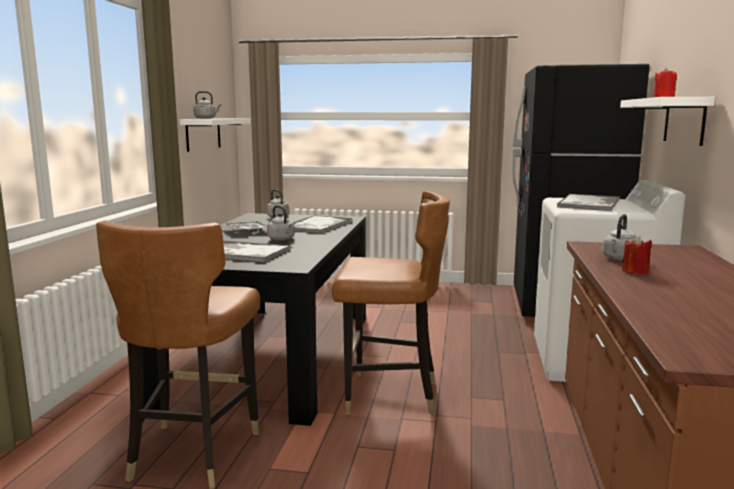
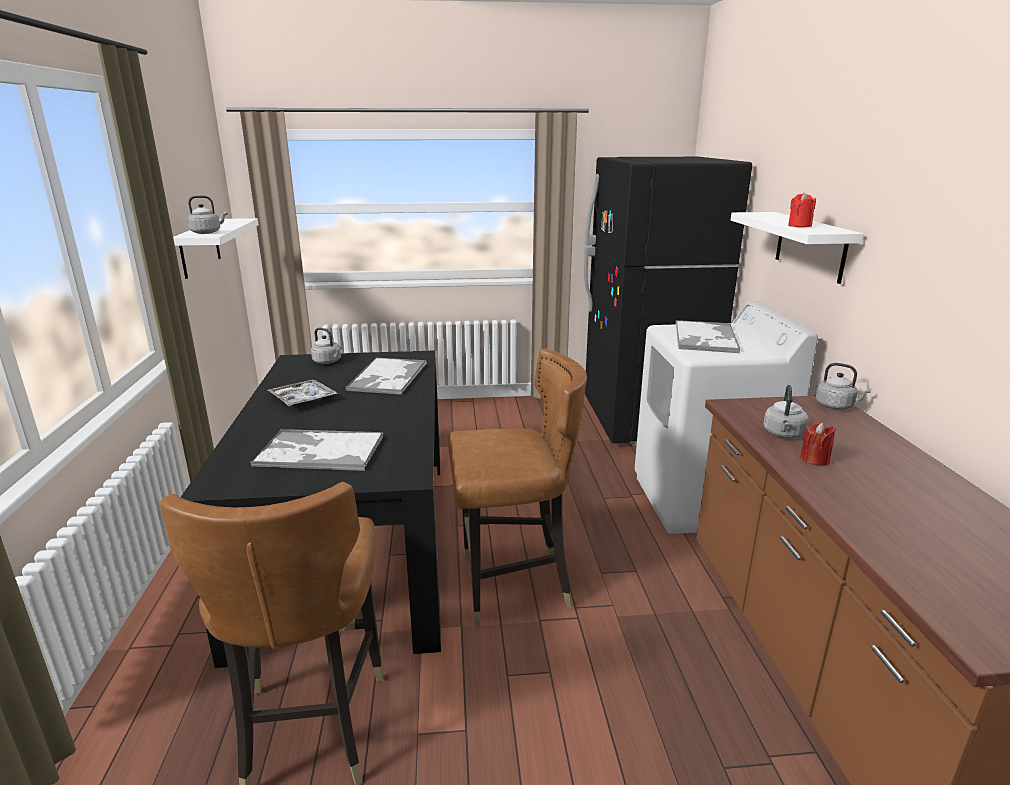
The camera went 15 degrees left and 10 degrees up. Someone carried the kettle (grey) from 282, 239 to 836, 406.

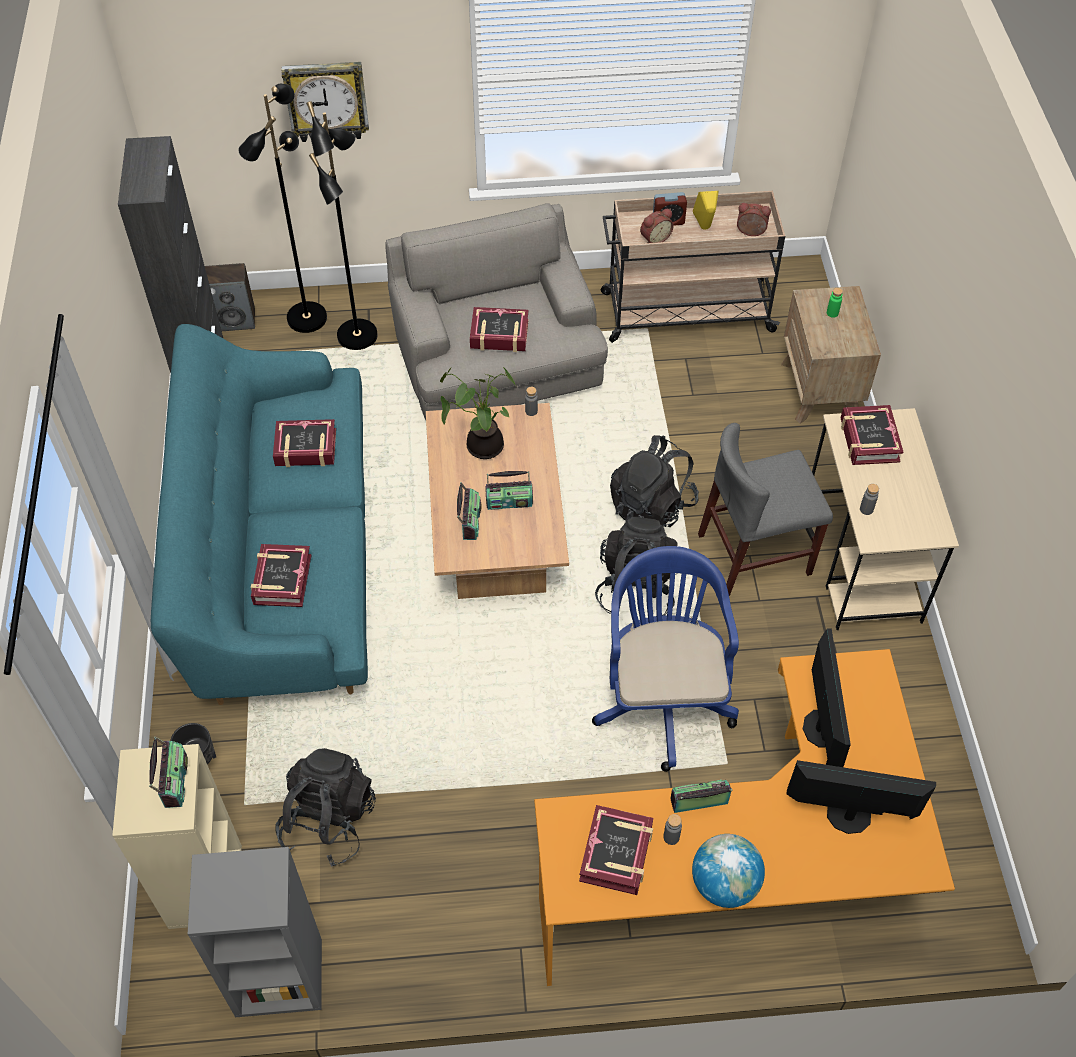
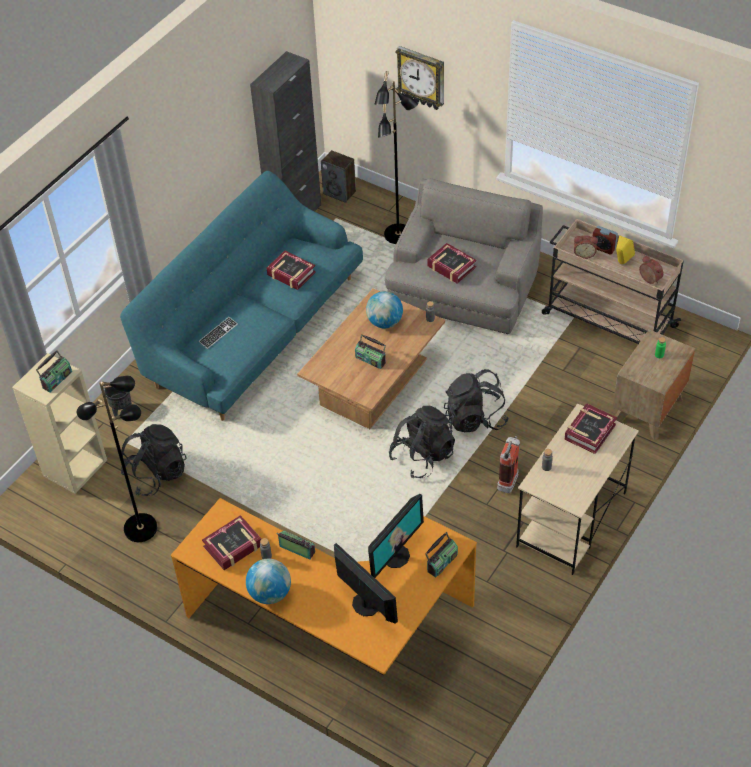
The camera went 40 degrees right and 5 degrees down. Someone carried the floor lamp (black) from 306, 317 to 140, 527. Someone swapped the potted plant at 481, 445 for the globe at 385, 322. Someone swapped the chair (grey) at 754, 554 for the fire extinguisher at 509, 478. Someone carried the radio from 469, 521 to 441, 562. Someone swapped the book at 281, 580 for the keyboard at 218, 333. Someone took away the office chair (blue) at 662, 697. Someone took away the bookcase (grey) at 278, 978.

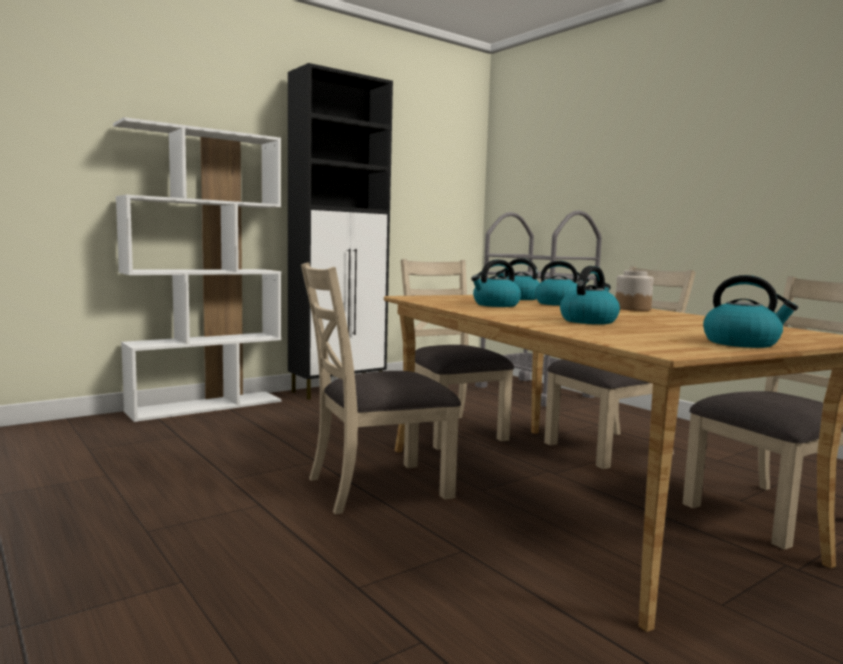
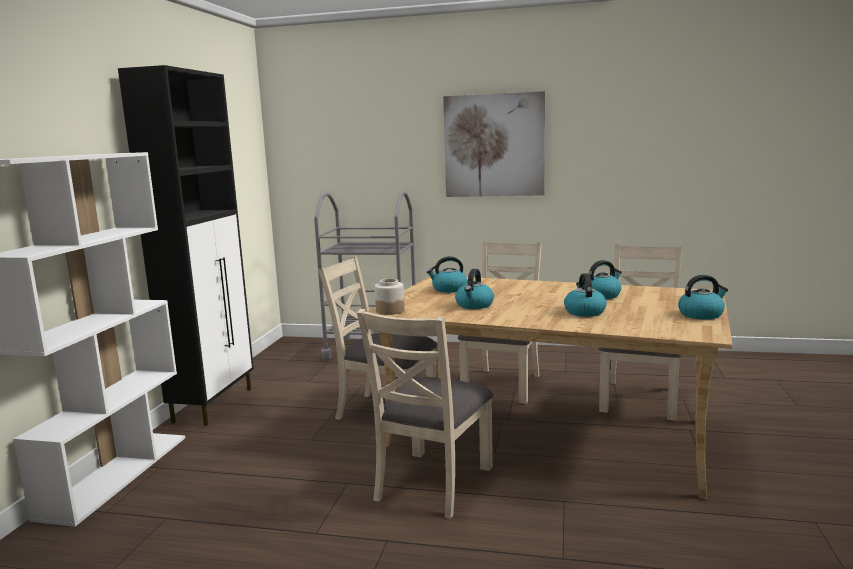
The camera went 40 degrees left and 5 degrees up. Someone carried the kettle from 558, 304 to 601, 295. Someone carried the jar from 632, 309 to 390, 311. Someone put up the picture at 494, 145.

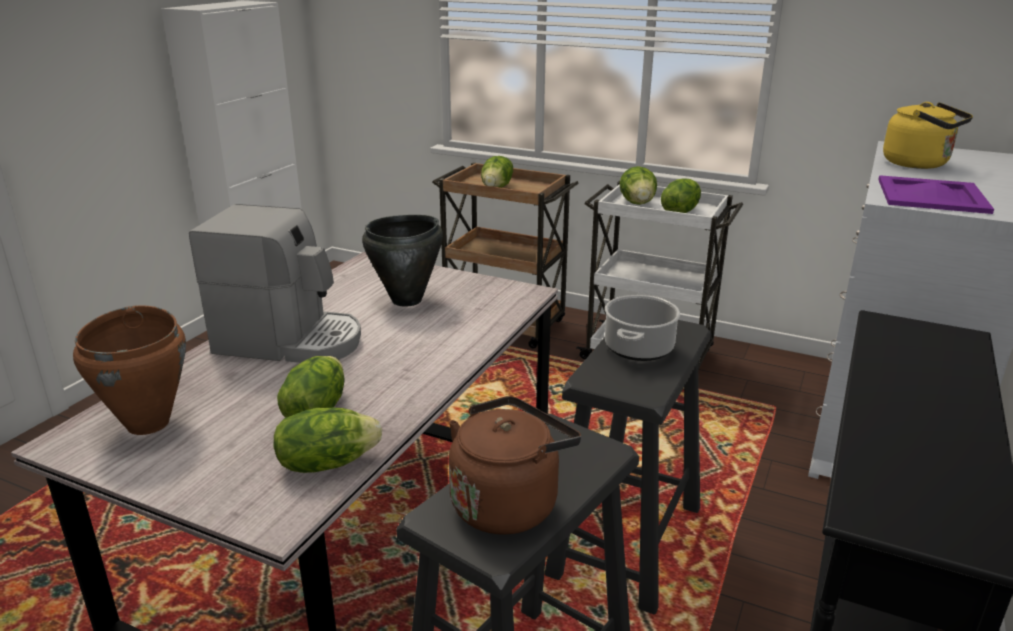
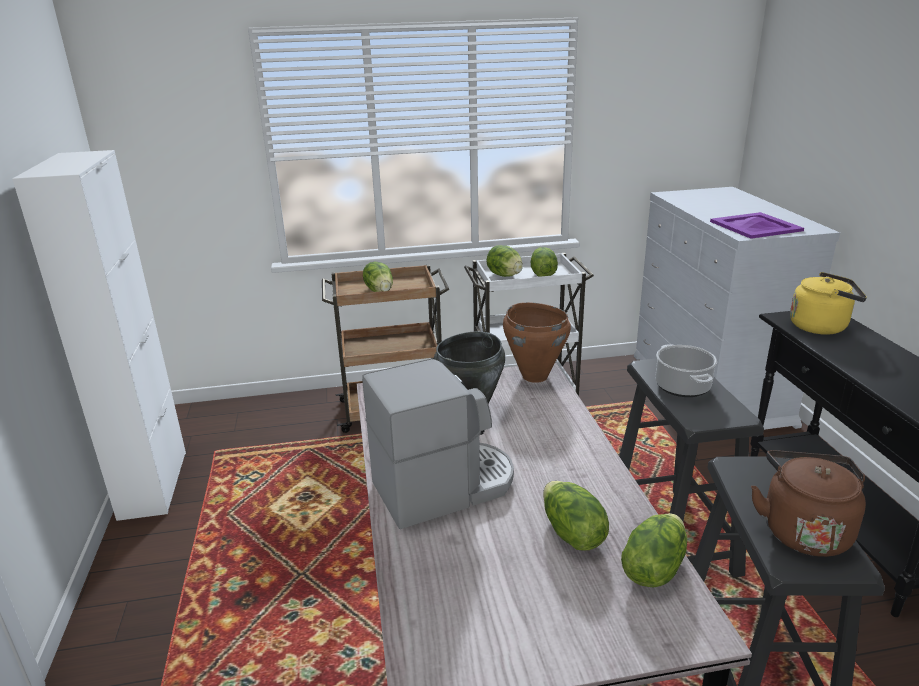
The camera went 35 degrees left and 0 degrees up. Someone carried the kettle (yellow) from 919, 164 to 821, 326. Someone carried the cooking pot (brown) from 149, 423 to 534, 376.

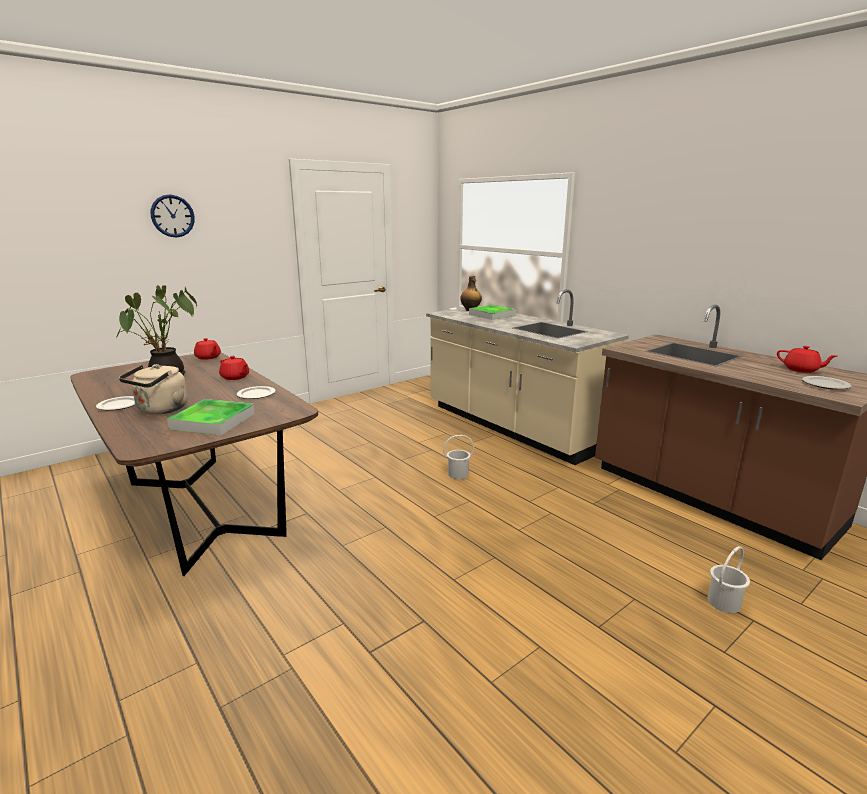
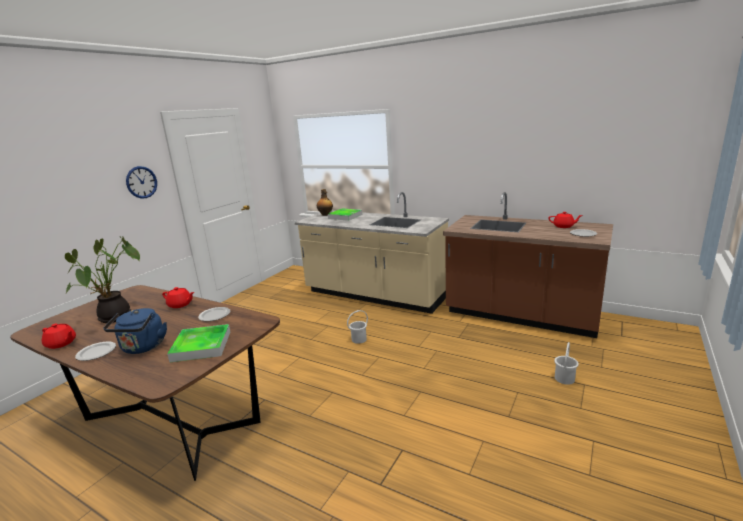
The camera went 20 degrees left and 0 degrees up. Someone carried the wall clock from 172, 216 to 141, 182. Someone carried the teapot (red) from 208, 357 to 61, 344. Someone repainted the kettle (beige) at 160, 410, which became the kettle (blue) at 143, 348.

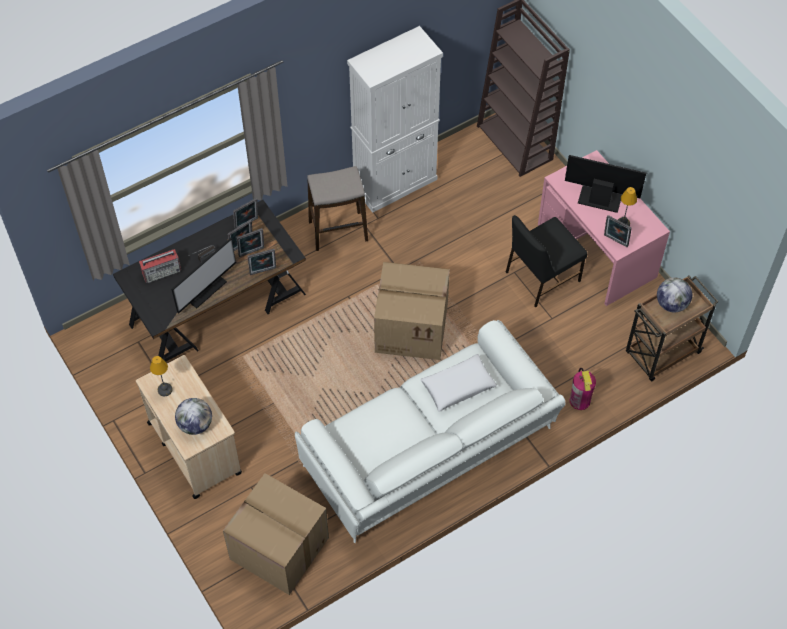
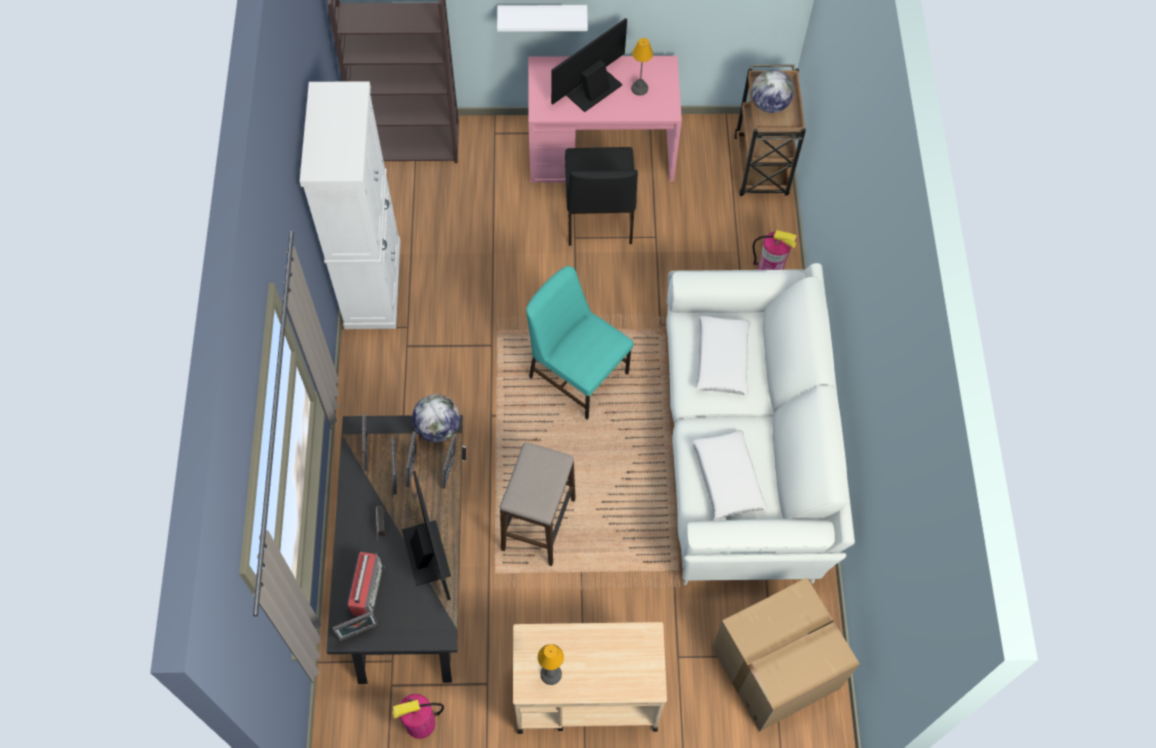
The camera went 60 degrees left and 5 degrees up. Someone carried the stool from 338, 231 to 539, 524. Someone carried the picture frame from 615, 241 to 359, 633. Someone swapped the cardboard box at 412, 327 for the chair (turquoise) at 578, 373. Someone carried the globe from 195, 424 to 437, 428. Someone put up the shelf (white) at 542, 16. Someone put down the pillow (white) at 727, 478. Someone put down the fire extinguisher at 420, 723.

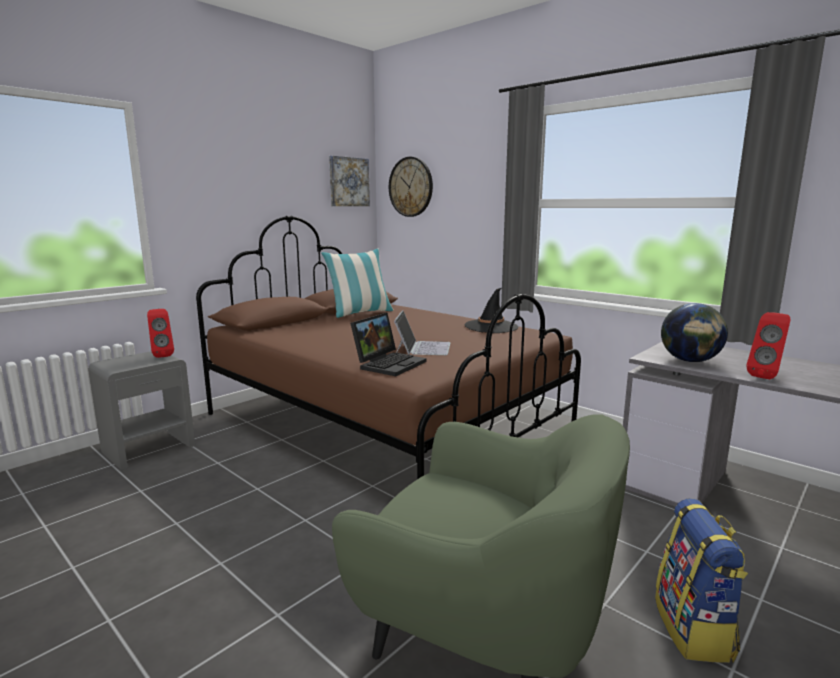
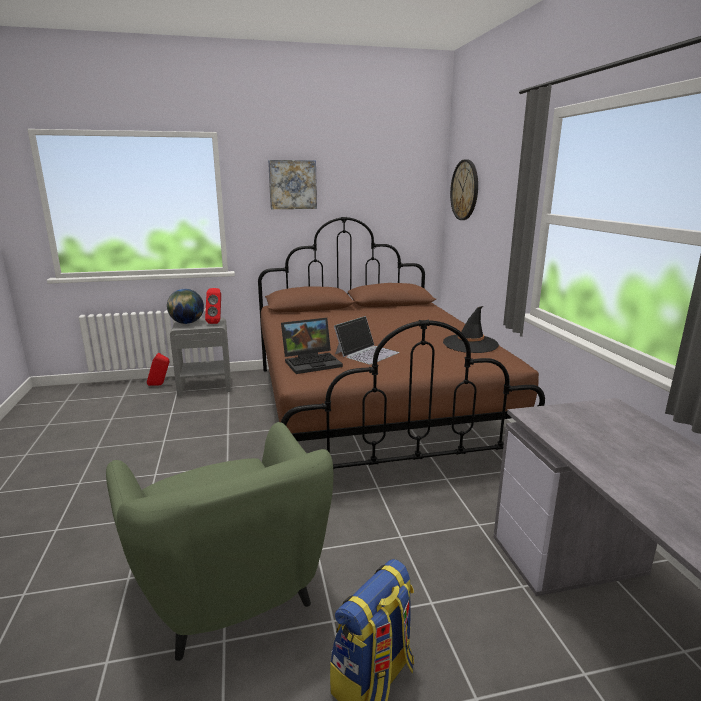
The camera went 35 degrees right and 5 degrees up. Someone carried the picture from 348, 182 to 292, 184. Someone took away the pillow at 360, 313. Someone carried the globe from 690, 361 to 187, 323. Someone carried the speaker (red) from 766, 376 to 160, 385.

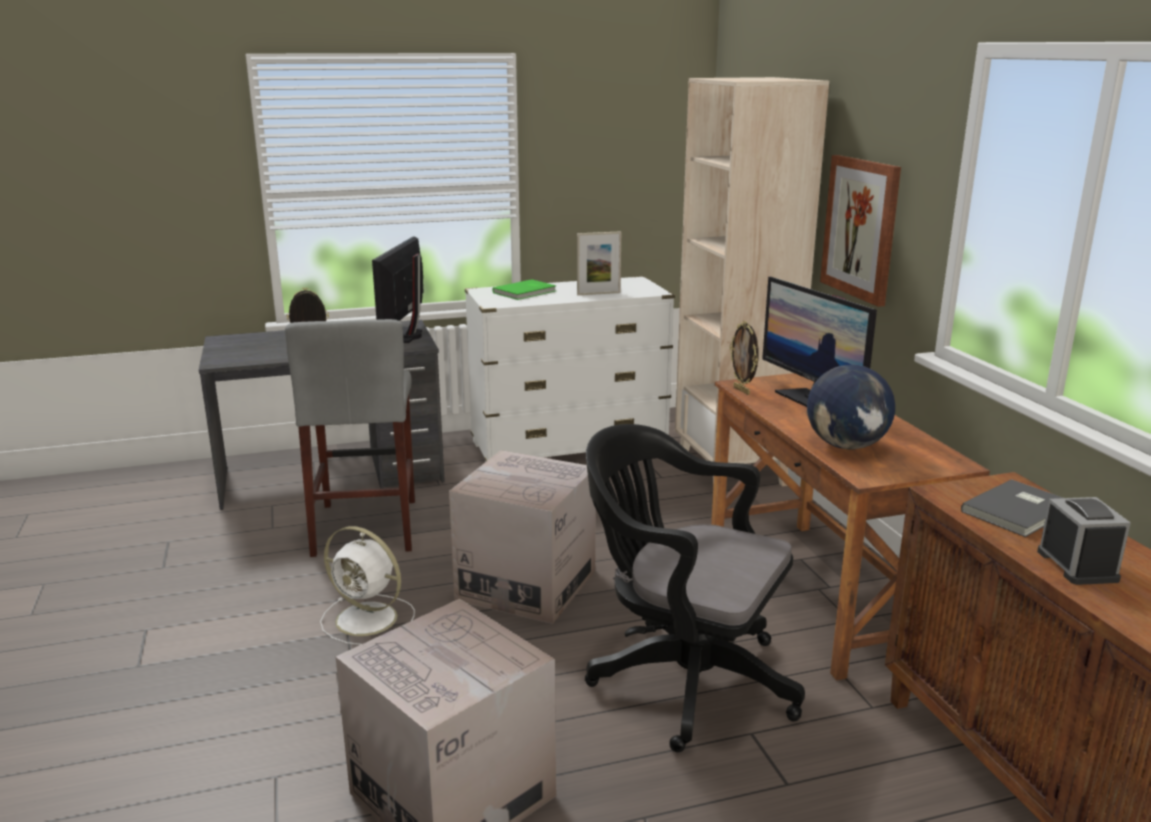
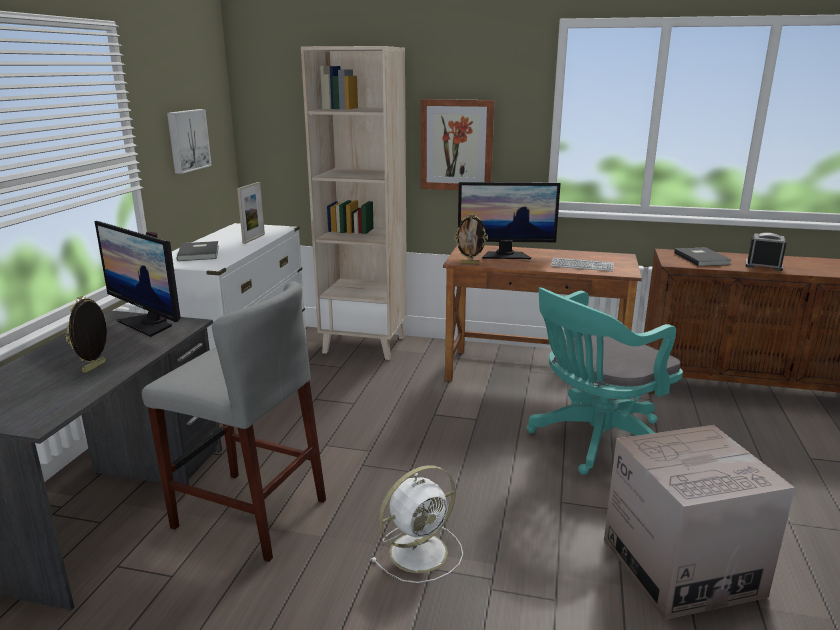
The camera went 60 degrees left and 0 degrees up. Someone repainted the book (green) at 526, 292, which became the book (grey) at 200, 253. Someone swapped the globe at 846, 446 for the keyboard at 582, 266. Someone repainted the office chair (black) at 683, 678, which became the office chair (turquoise) at 594, 441. Someone took away the cardboard box at 526, 584. Someone put up the picture at 187, 140.

